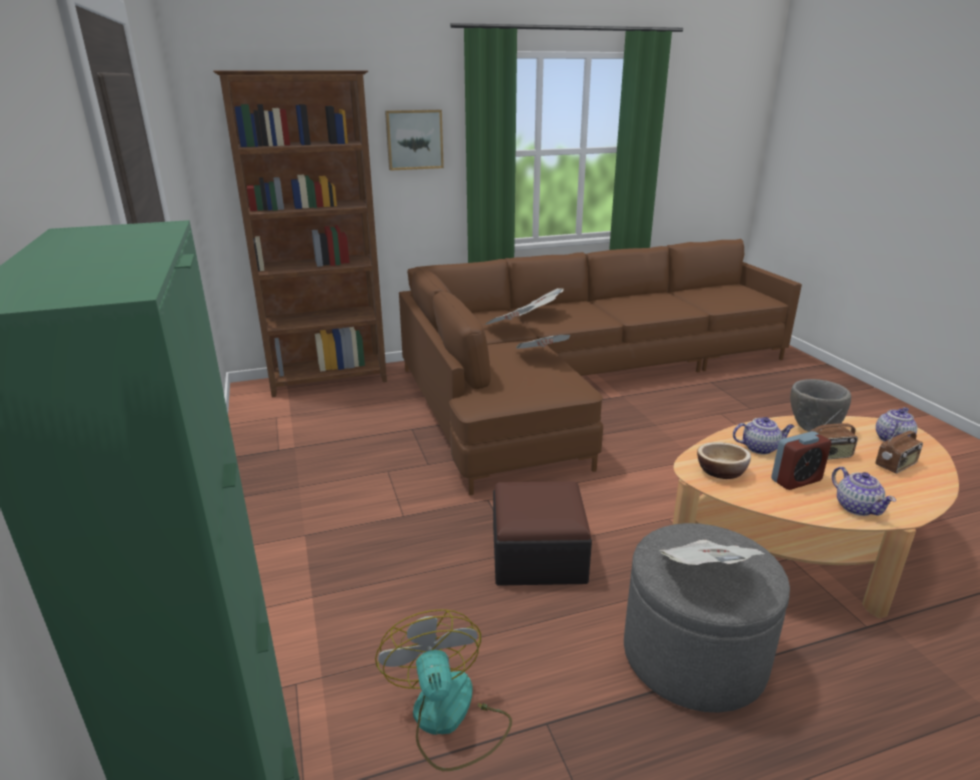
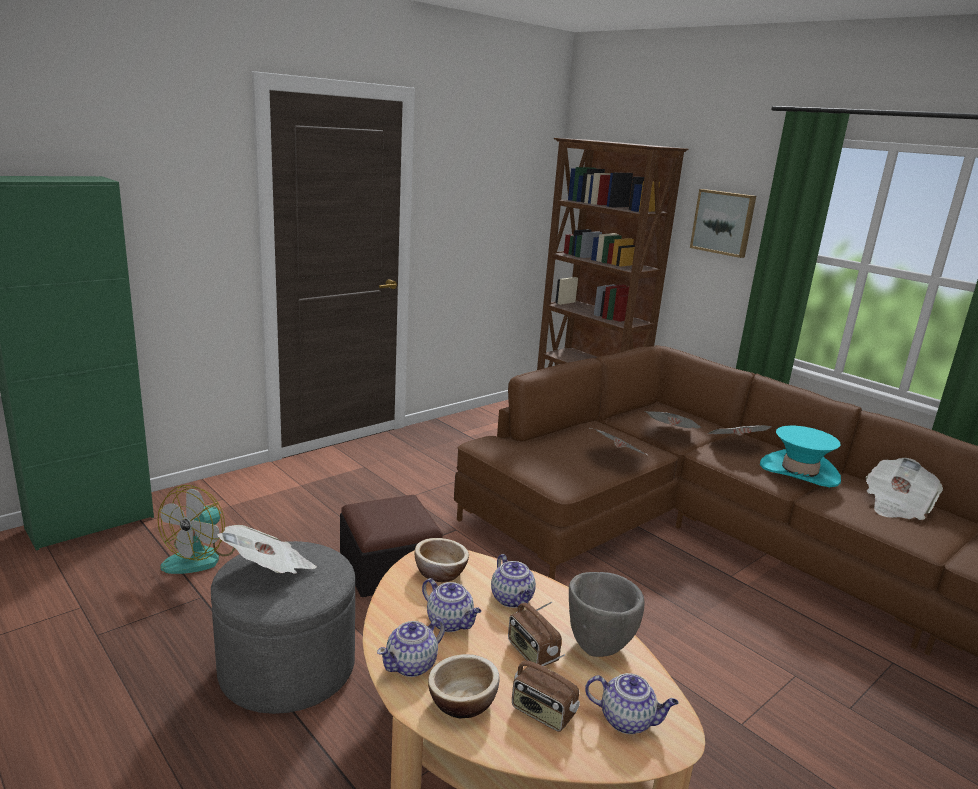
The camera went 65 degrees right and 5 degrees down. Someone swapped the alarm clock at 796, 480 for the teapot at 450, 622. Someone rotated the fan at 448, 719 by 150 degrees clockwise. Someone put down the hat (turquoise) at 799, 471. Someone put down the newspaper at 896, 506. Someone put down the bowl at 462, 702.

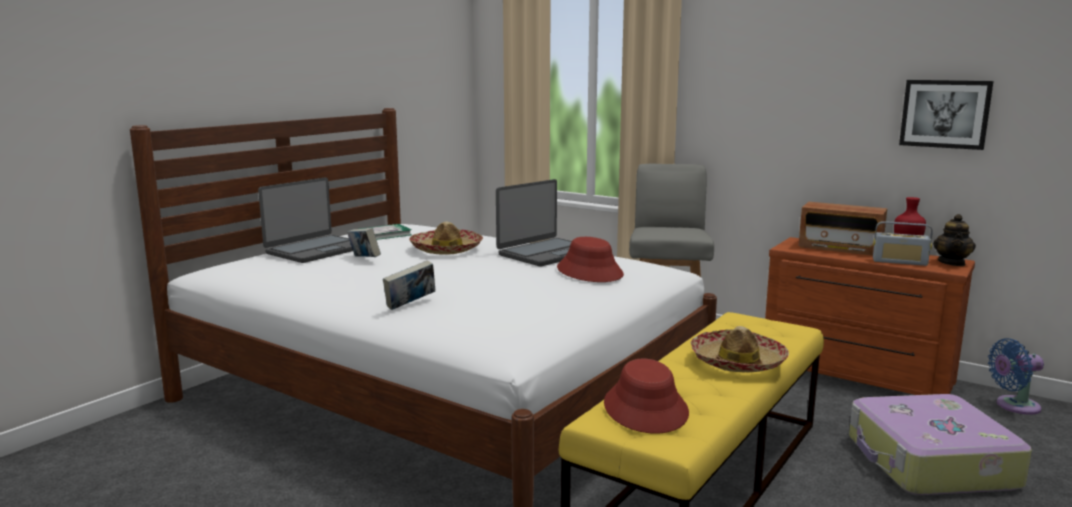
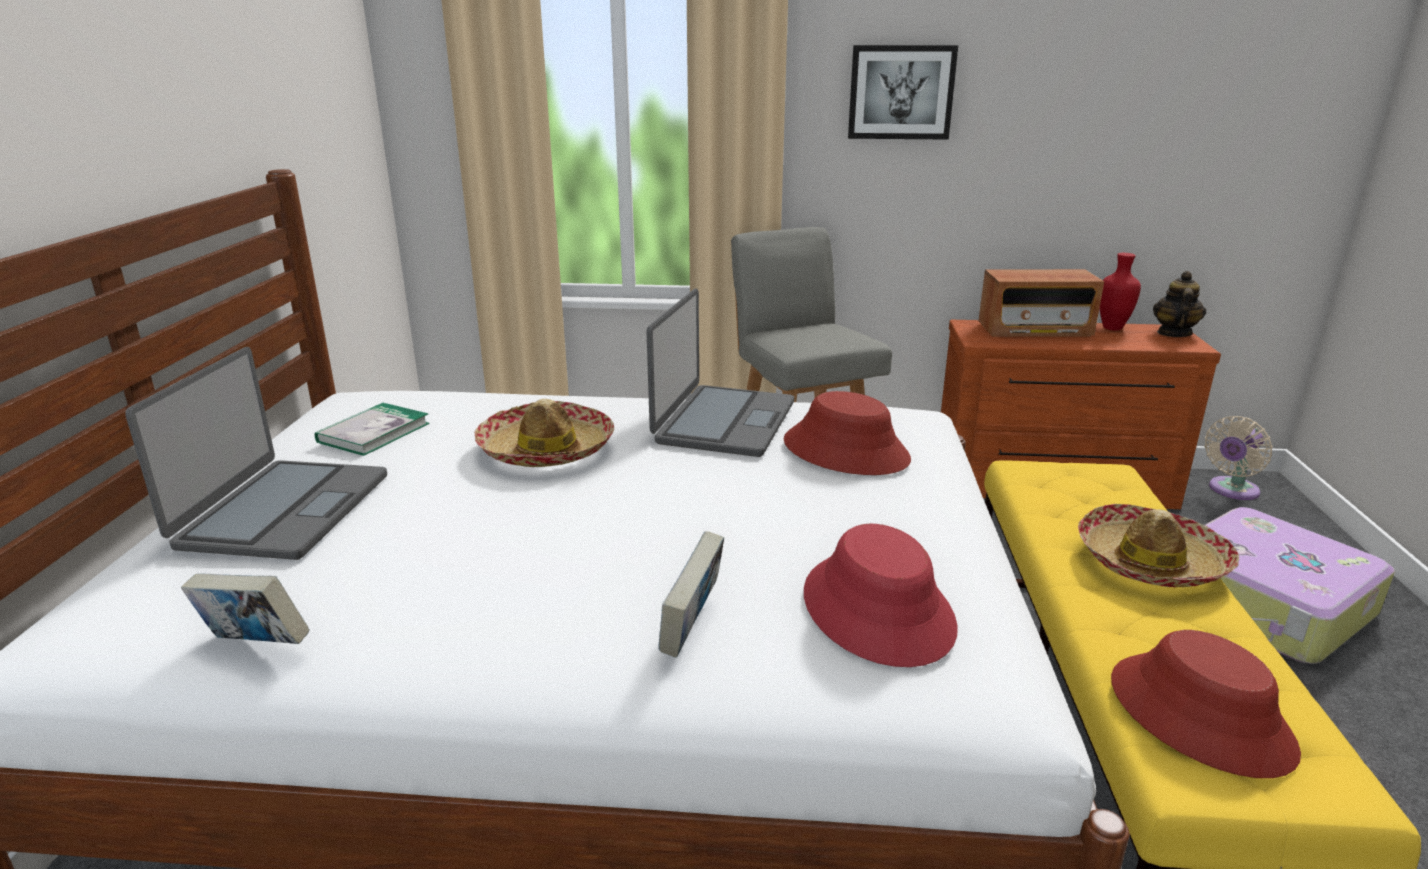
The camera went 30 degrees left and 10 degrees up. Someone carried the picture from 945, 114 to 901, 92. Someone rotated the teapot at 952, 263 by 150 degrees counterclockwise. Someone took away the radio at 899, 262. Someone carried the book from 364, 259 to 255, 646. Someone repainted the fan (blue) at 1013, 406, which became the fan (beige) at 1231, 490. Someone put down the hat (red) at 878, 610.

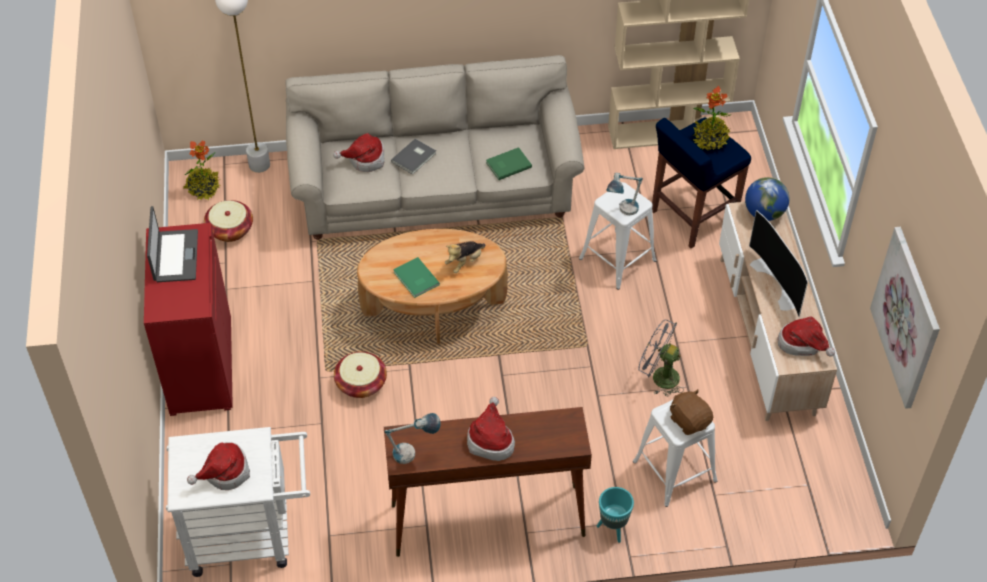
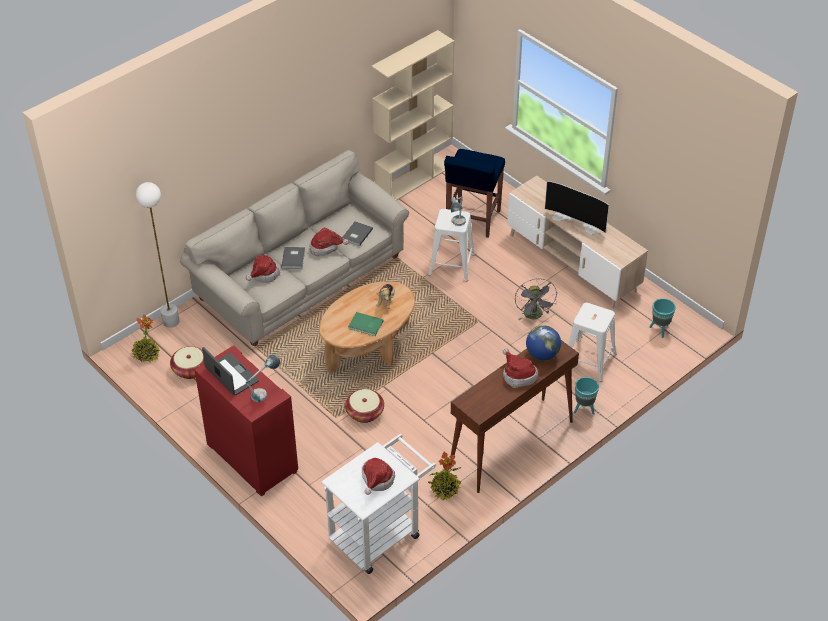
The camera went 35 degrees left and 5 degrees down. Someone carried the potted plant from 710, 139 to 445, 489. Someone repainted the book (green) at 507, 164, which became the book (grey) at 356, 234. Someone carried the globe from 764, 213 to 542, 354. Someone took away the picture at 906, 317. Someone carried the hat from 803, 344 to 326, 247. Someone rotated the fan (grey) at 659, 376 by 90 degrees counterclockwise. Someone took away the plush toy (brown) at 689, 420. Someone carried the table lamp from 414, 454 to 265, 392. Someone put down the planter (turquoise) at 660, 330.

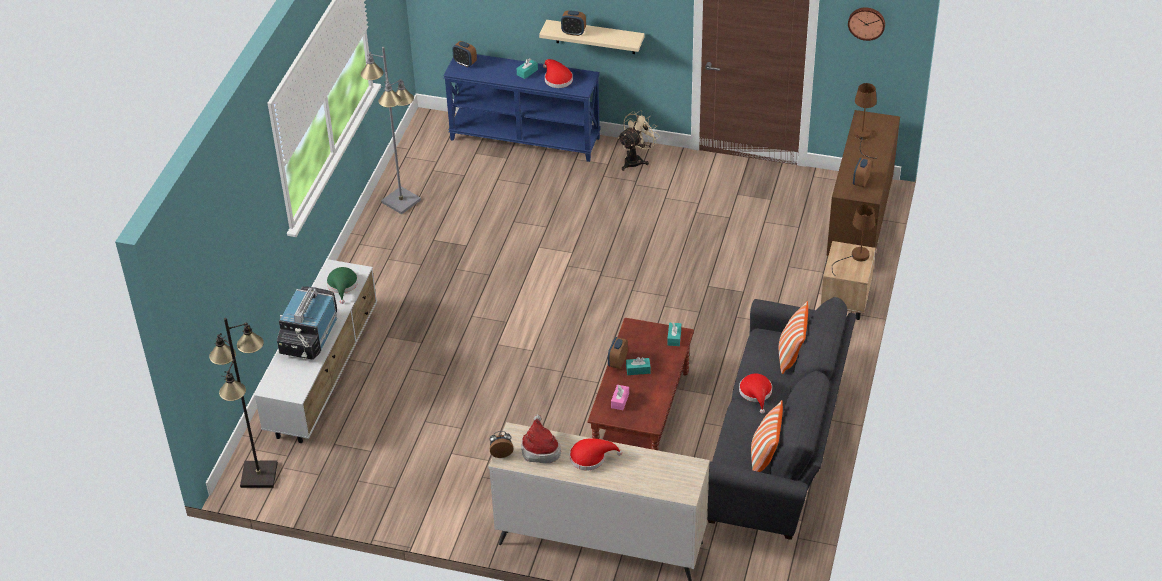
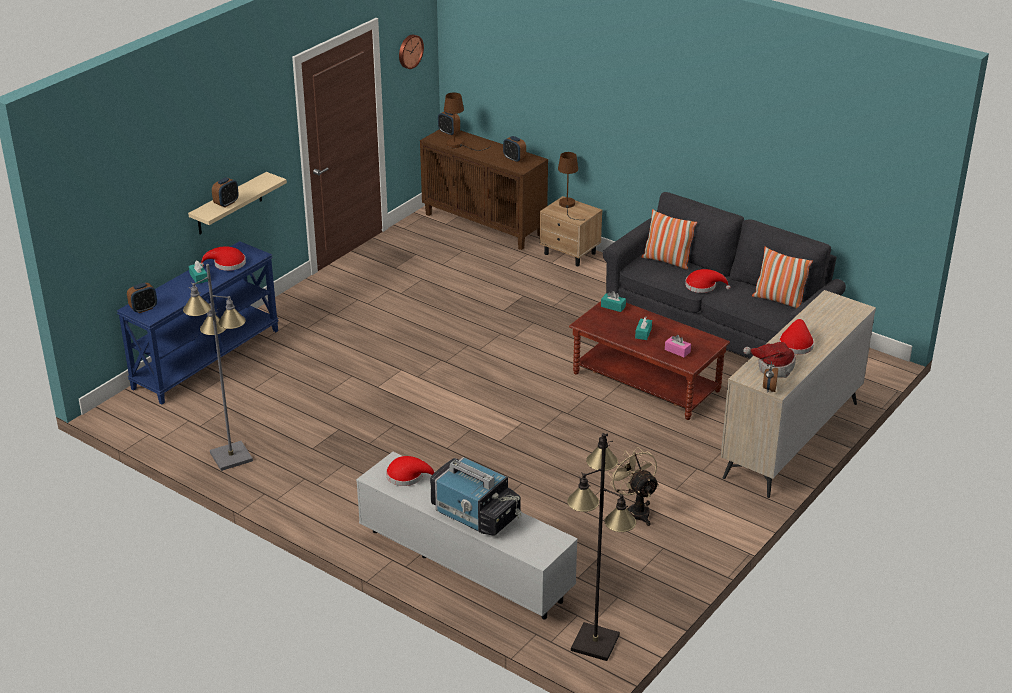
The camera went 70 degrees left and 10 degrees down. Someone carried the fan (beige) from 636, 160 to 635, 510. Someone repainted the hat (green) at 342, 285, which became the hat (red) at 408, 476. Someone carried the alarm clock from 617, 362 to 449, 132.

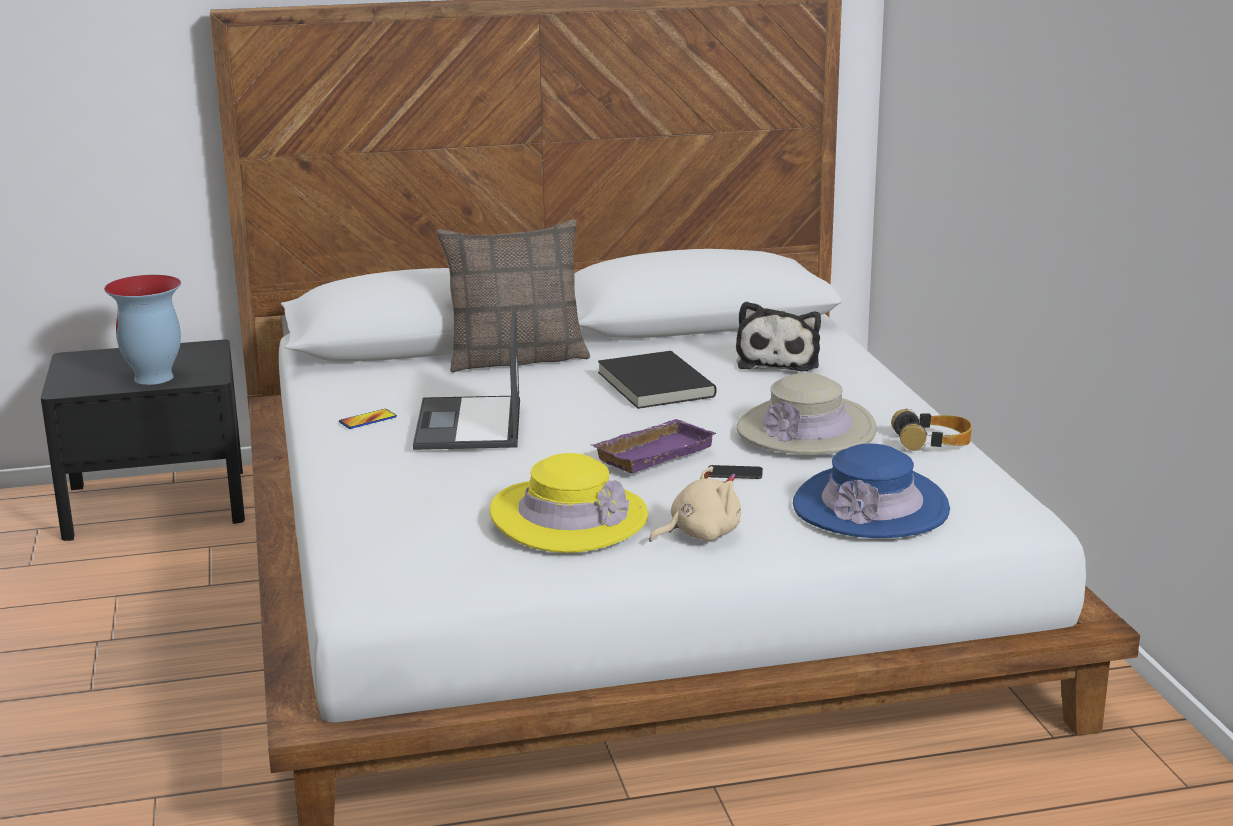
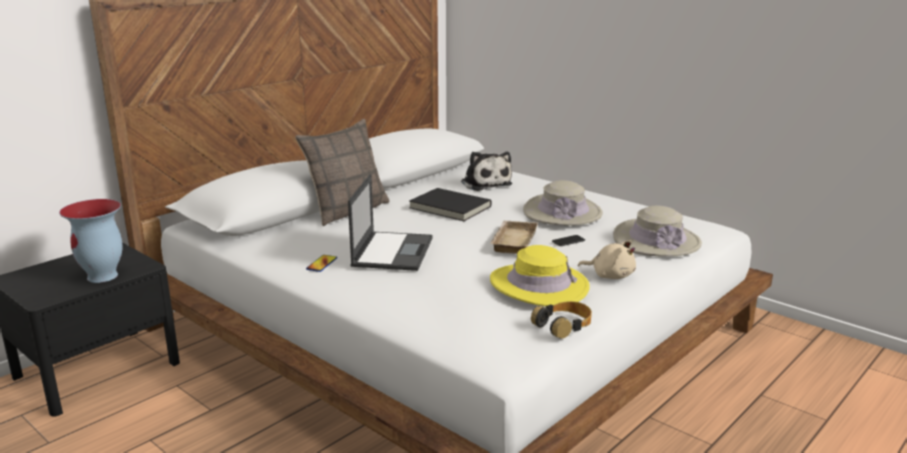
The camera went 35 degrees left and 0 degrees up. Someone rotated the laptop at 469, 425 by 135 degrees counterclockwise. Someone carried the headphones from 932, 441 to 563, 325. Someone repainted the tray (purple) at 653, 452, which became the tray (beige) at 512, 241. Someone repainted the hat (blue) at 870, 507, which became the hat (beige) at 656, 240. Someone rotated the plush toy (beige) at 700, 535 by 90 degrees clockwise.

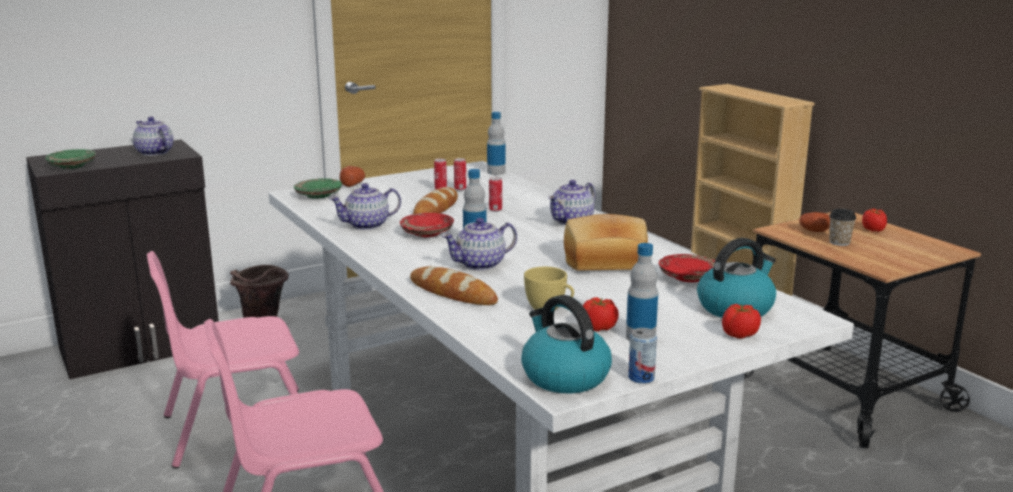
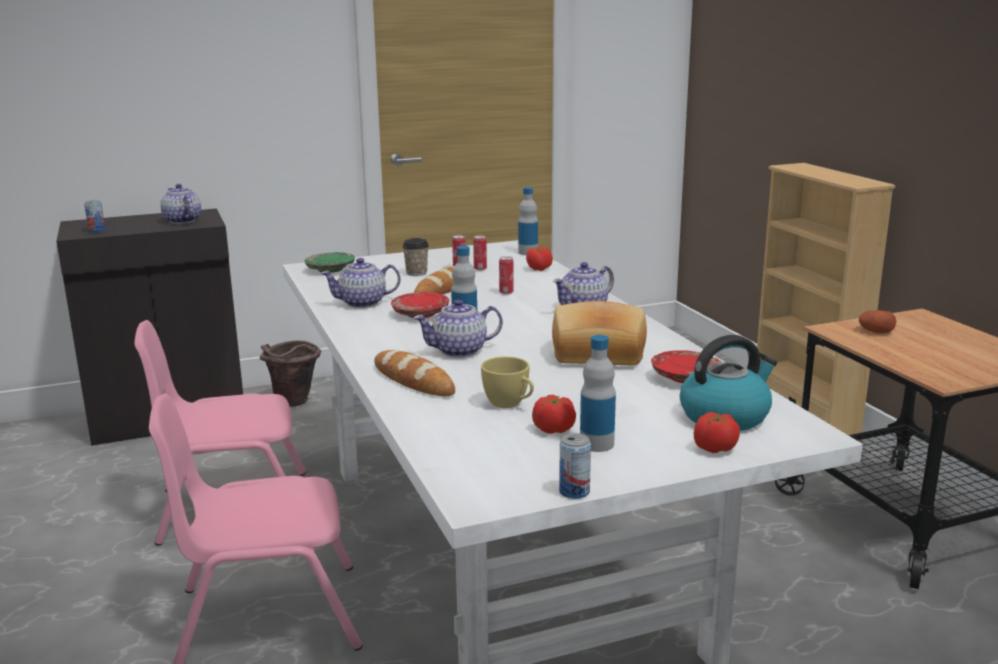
The camera went 10 degrees right and 0 degrees up. Someone swapped the plate (green) at 72, 166 for the can at 97, 231. Someone took away the potato at 352, 184. Someone carried the cup from 839, 242 to 416, 273. Someone carried the tomato from 873, 230 to 539, 269. Someone took away the kettle at 564, 376.

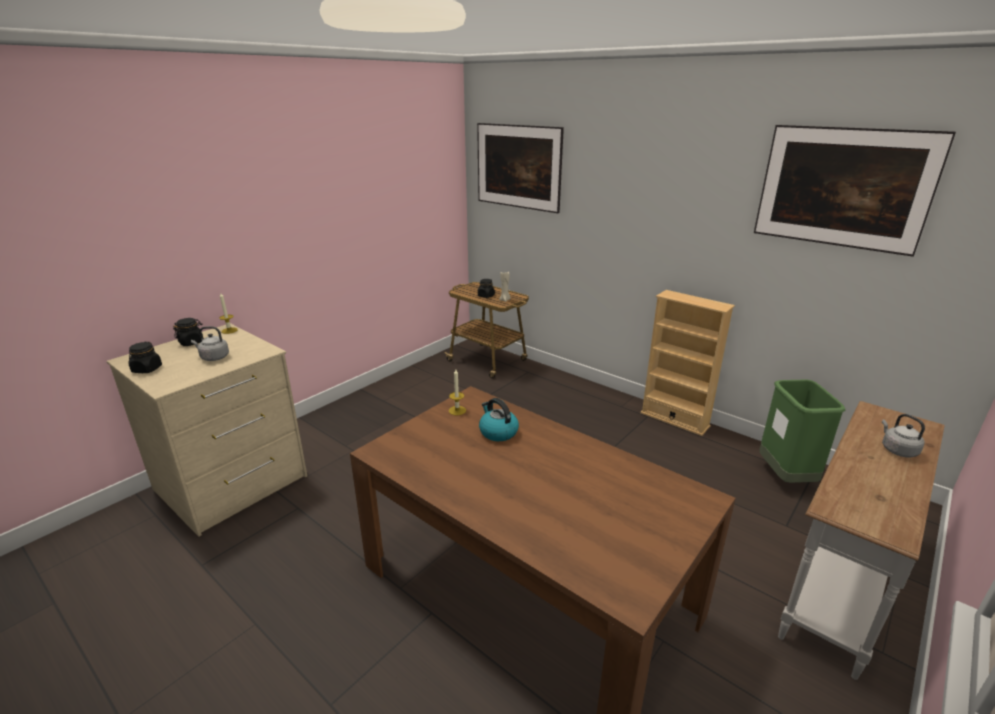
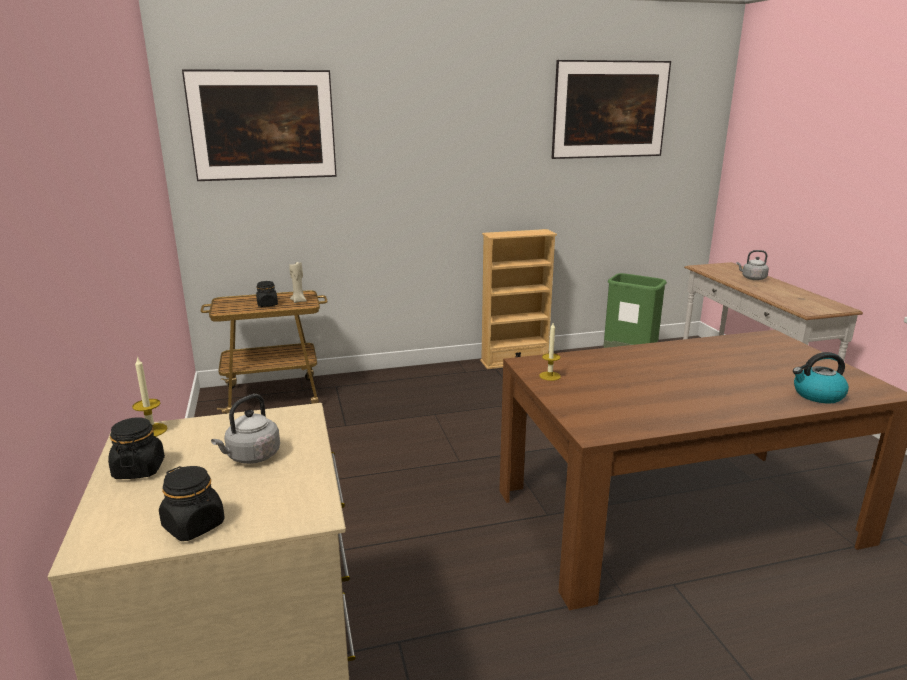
The camera went 55 degrees left and 5 degrees down. Someone carried the kettle from 498, 432 to 817, 395.

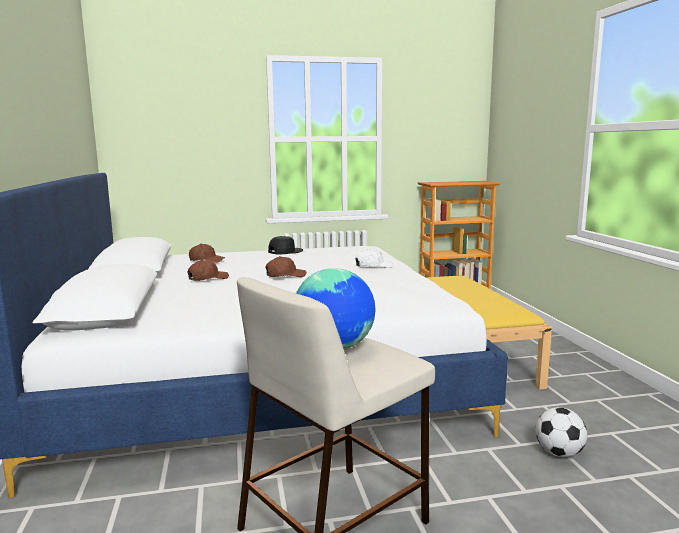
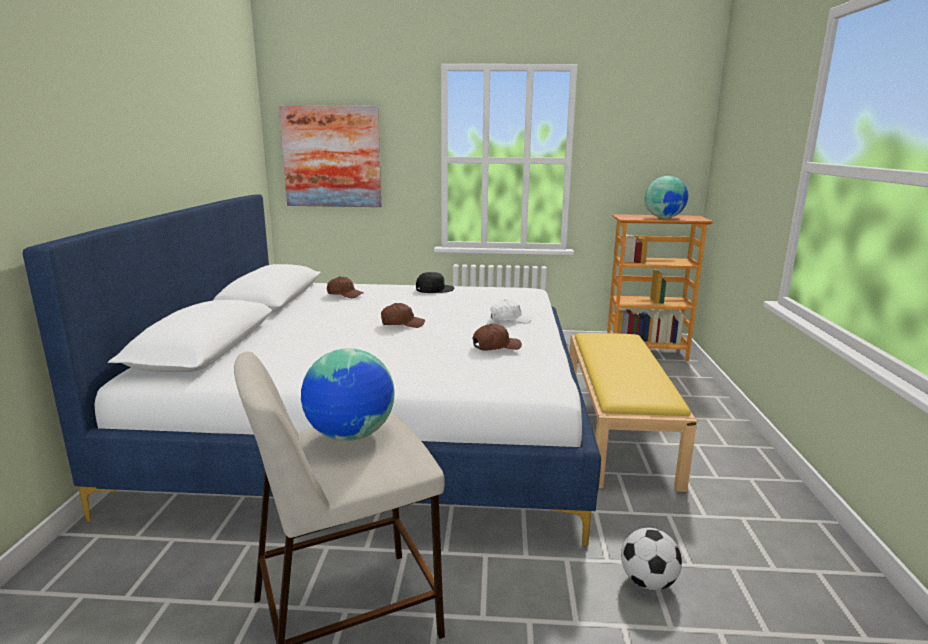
The camera went 15 degrees right and 5 degrees up. Someone carried the cap (brown) from 208, 278 to 496, 346. Someone put up the picture at 332, 157. Someone put down the globe at 663, 218.

